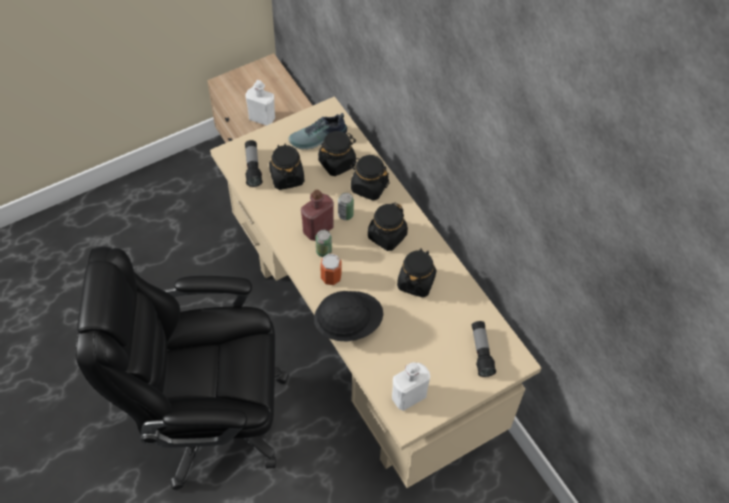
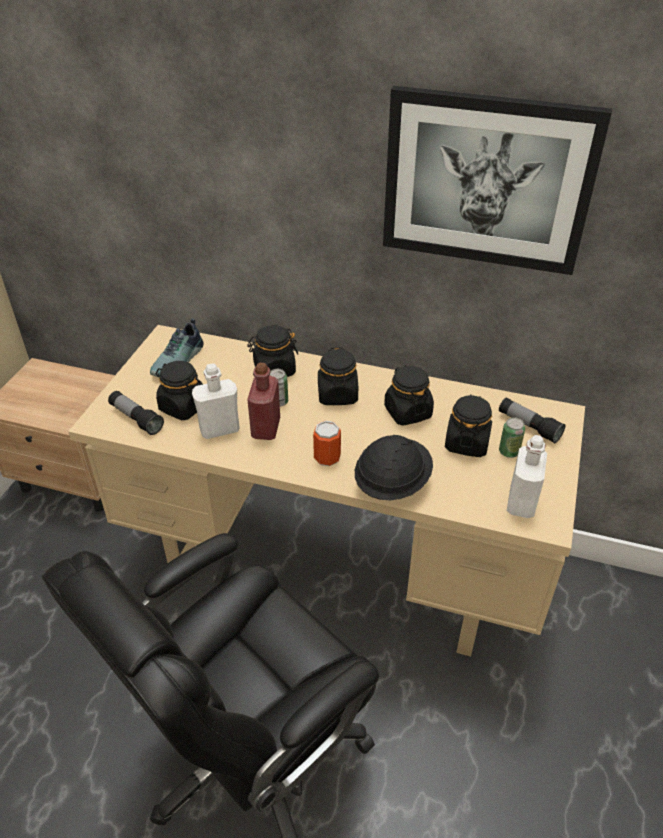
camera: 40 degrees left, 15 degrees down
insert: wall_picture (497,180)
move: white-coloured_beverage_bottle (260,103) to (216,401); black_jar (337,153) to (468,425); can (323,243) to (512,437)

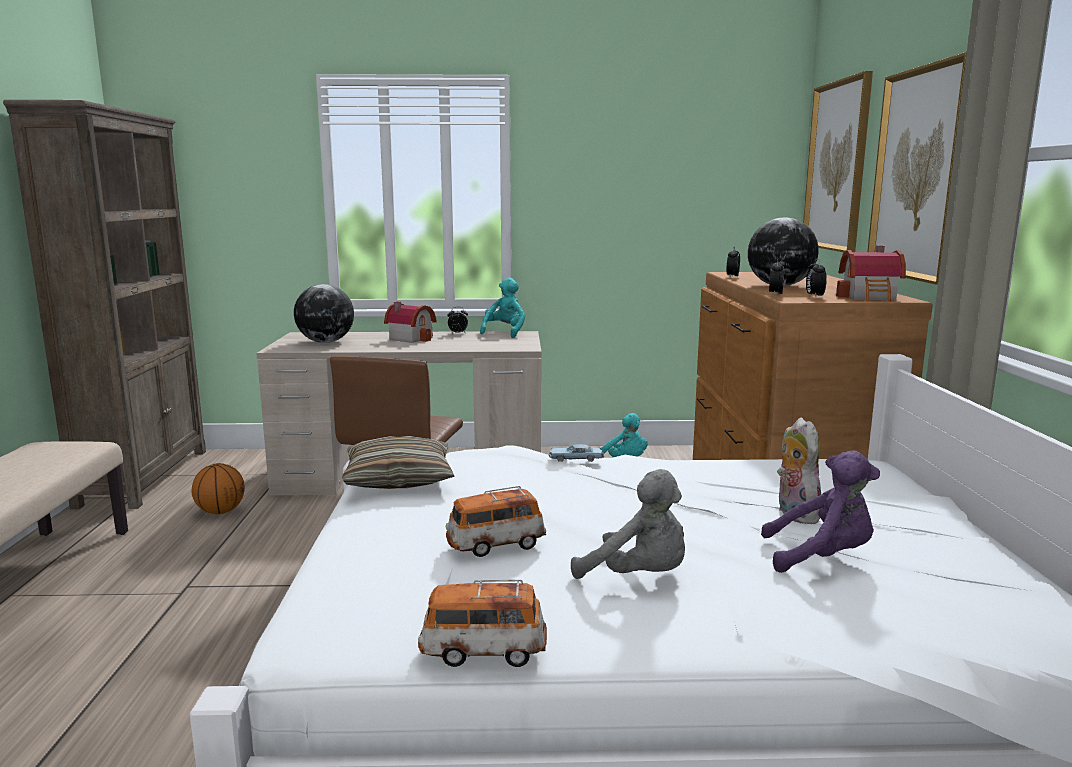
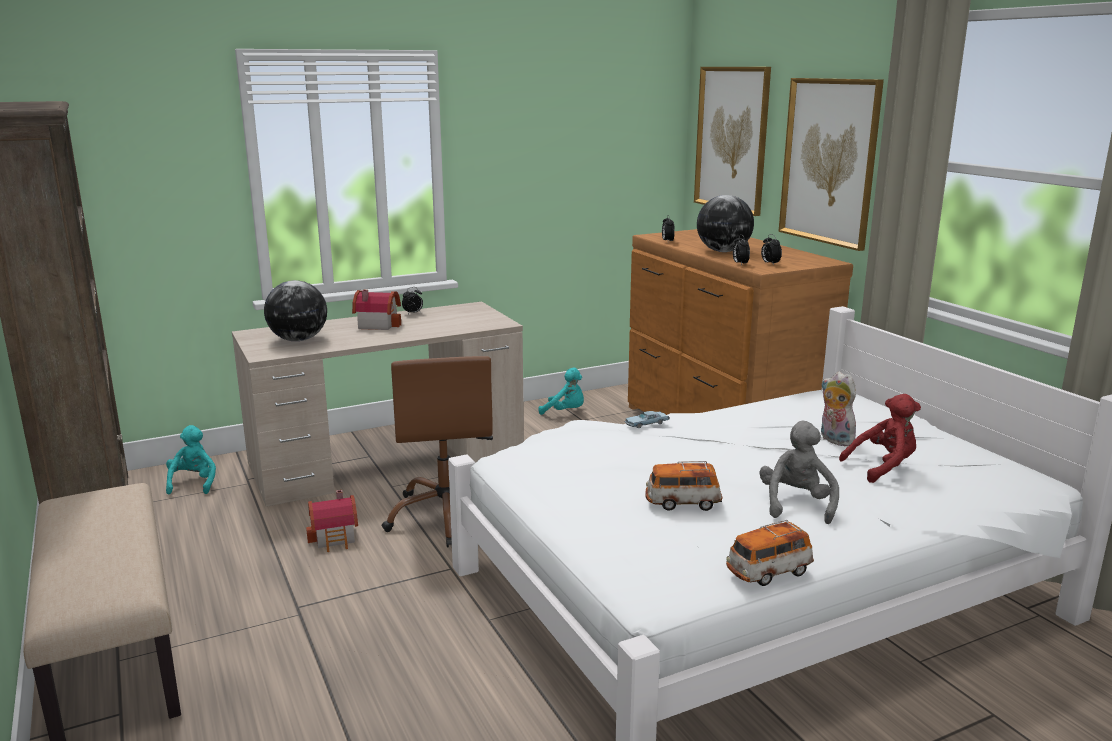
camera: 25 degrees left, 5 degrees up
delete: ball_for_basketball (218,488); pillow (398,462)
move: turquoise-coloured_soft_toy (502,308) to (191,459); miniature_house (871,273) to (332,521)
recolor: purple-coloured_soft_toy (820,512) to red_soft_toy (880,438)
rotate: miniature_car (496,521) = (683,486) 45 degrees clockwise; greyish_soft_toy (628,524) = (799,472) 90 degrees counterclockwise

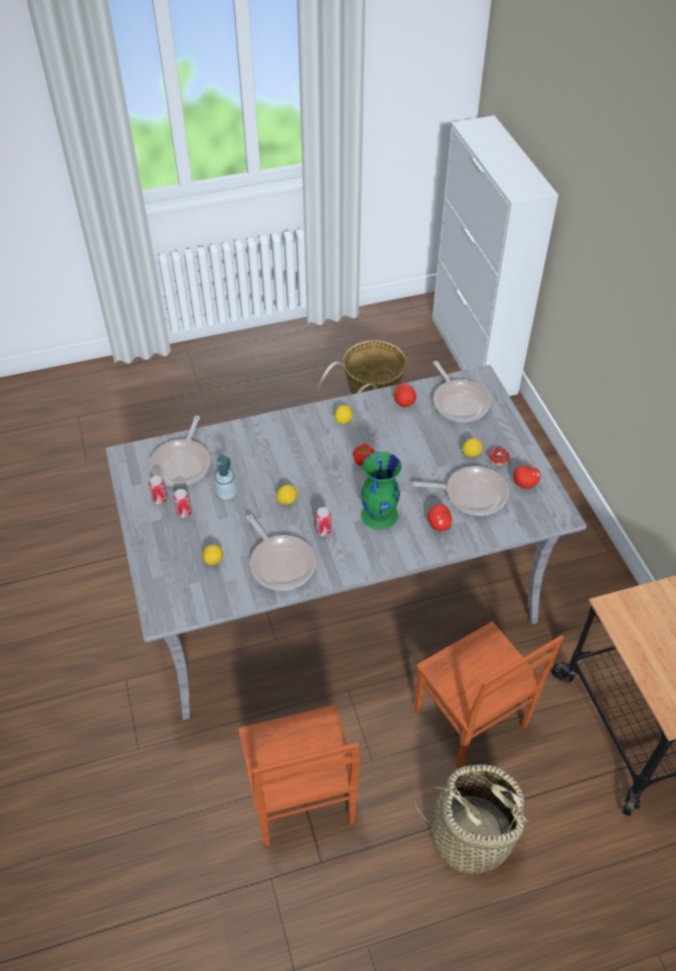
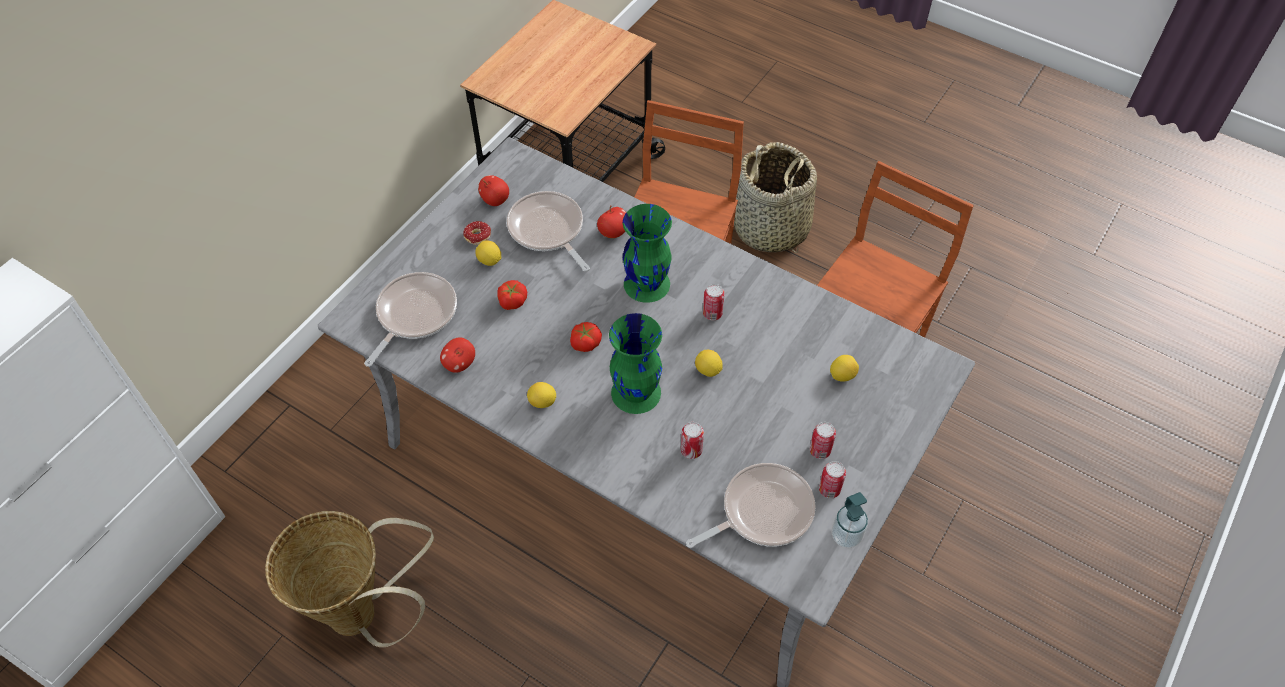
camera: 130 degrees left, 5 degrees up
delete: frying_pan (281,553)
insert: tomato (512,295); greenish_vase (635,363); can (692,440)
move: liquid_soap_bottle (225,477) to (850,520)

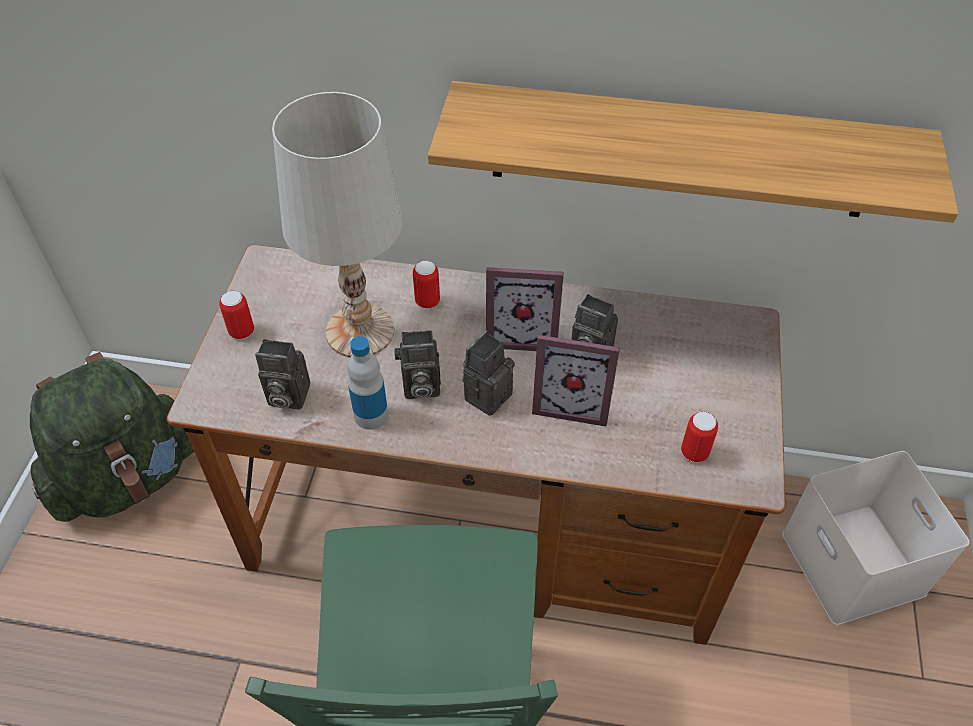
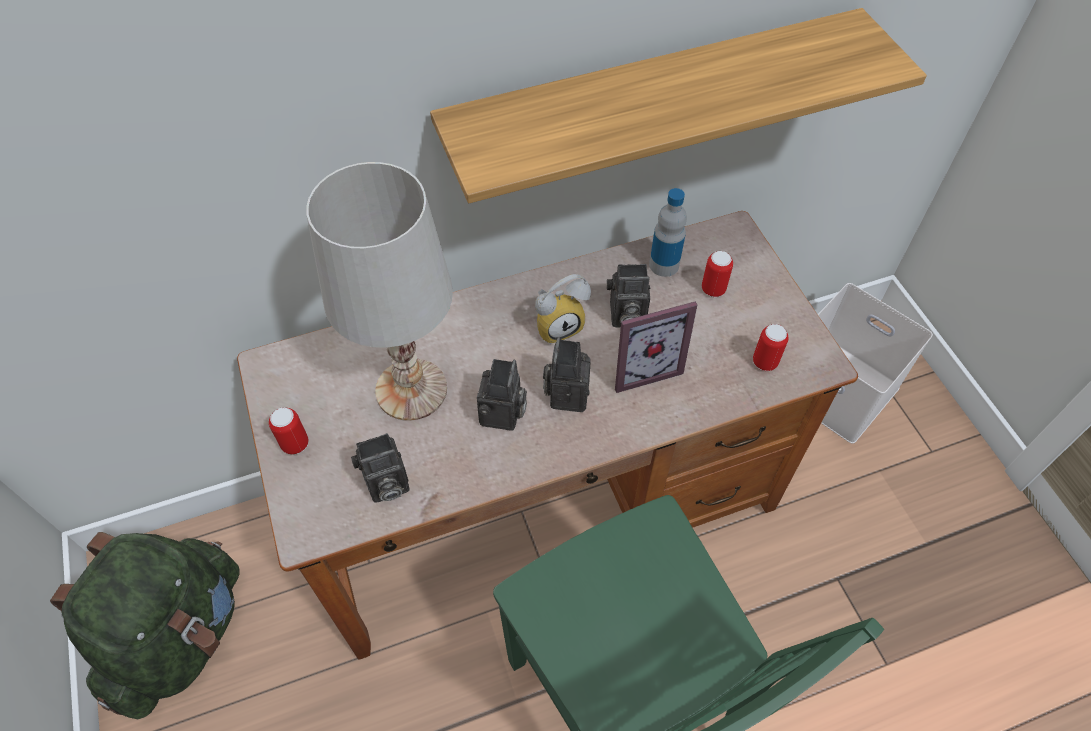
camera: 30 degrees left, 5 degrees up
move: beverage_bottle (367,383) to (668,232); can (426,285) to (717,274)
replace: picture_frame (525,309) to alarm_clock (563,309)
rotate: still_camera (417,364) = (502,395) 45 degrees counterclockwise

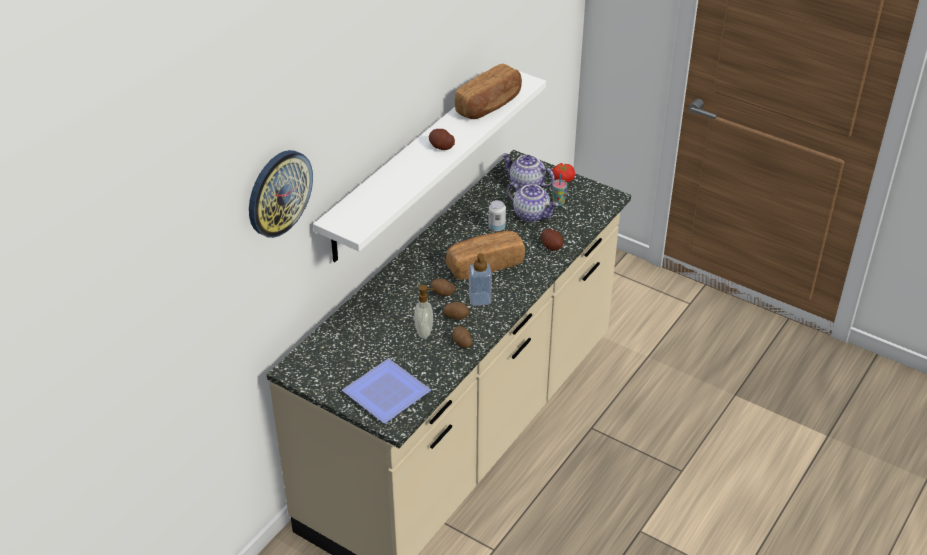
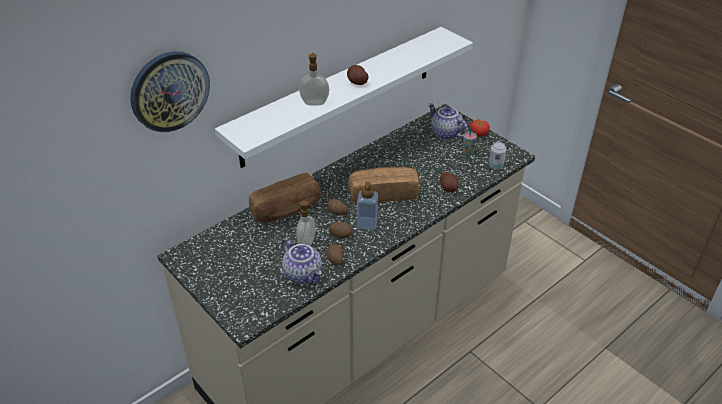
camera: 15 degrees right, 0 degrees up
delete: plate (386,391)
insert: liquid_soap_bottle (314,79)
move: bread (488,91) to (285,198); tea_pot (532,202) to (302,261); can (497,215) to (498,156)

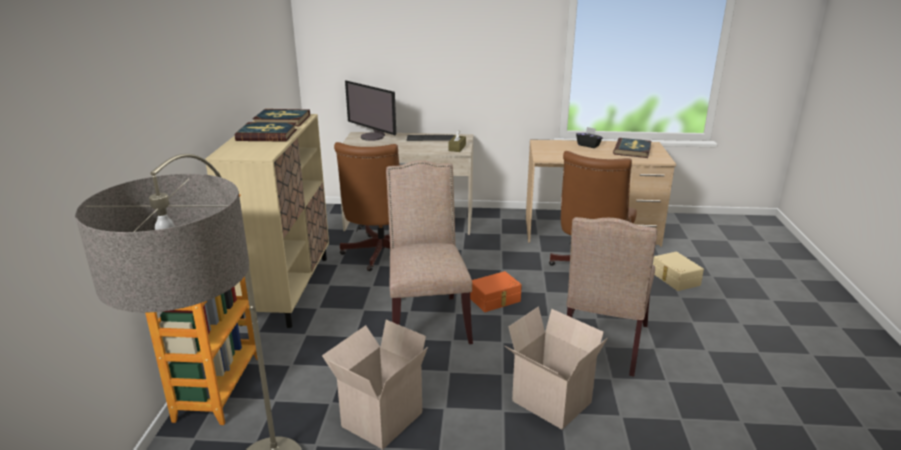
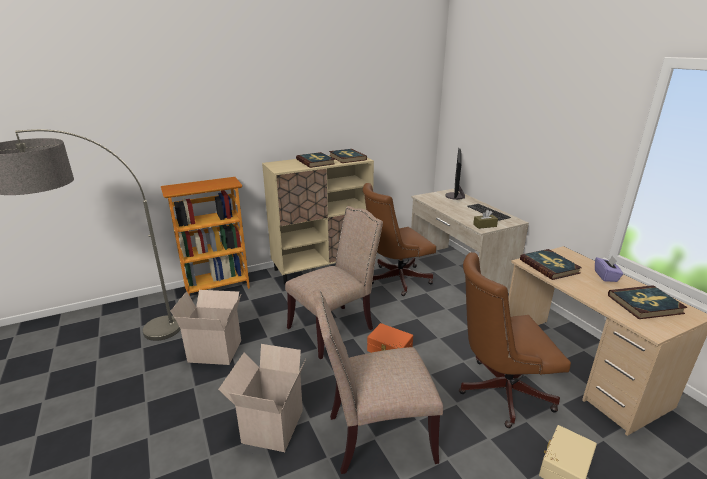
camera: 60 degrees right, 0 degrees up
insert: bound_book (551,264)
recolor: black_tissue_holder (589,137) to purple-coloured_tissue_holder (609,268)

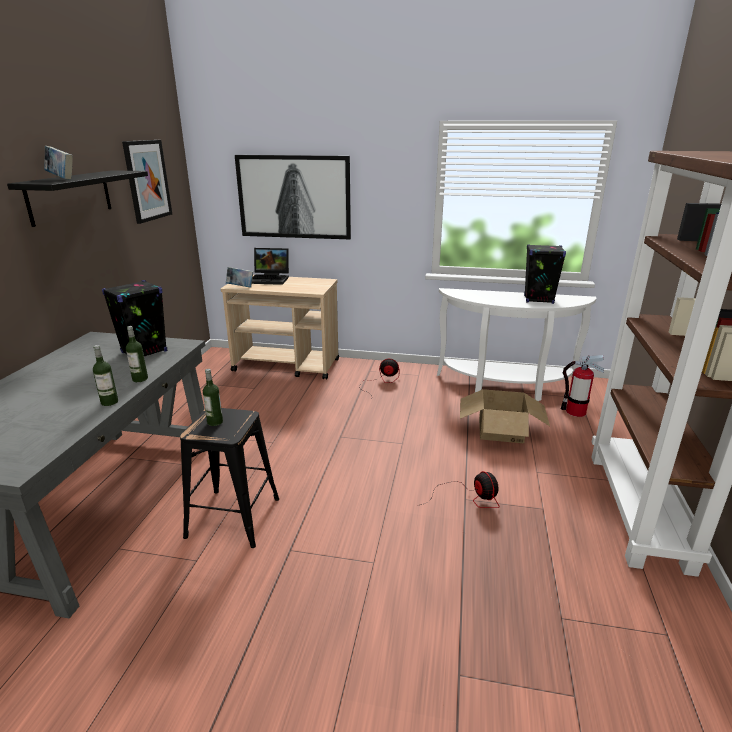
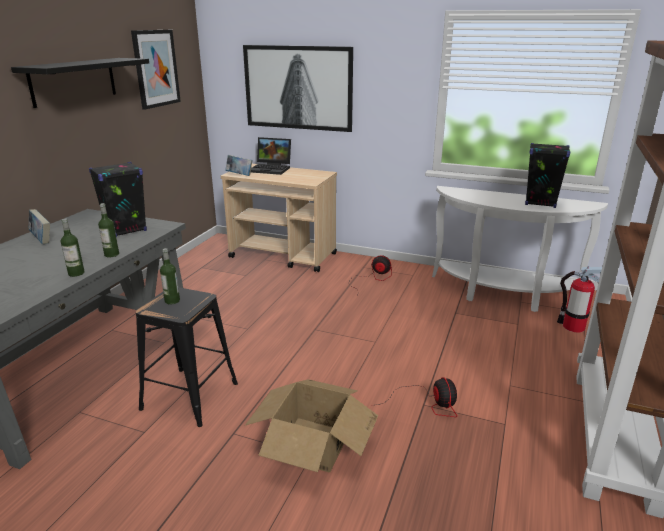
camera: 10 degrees right, 0 degrees up
move: bound_book (58,163) to (39,226); packing_box (505,416) to (311,426)

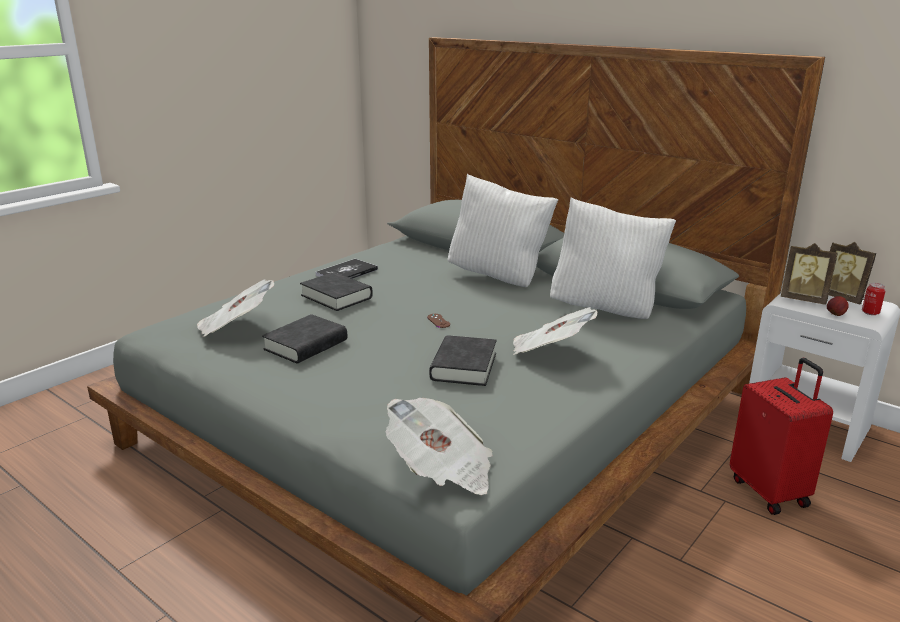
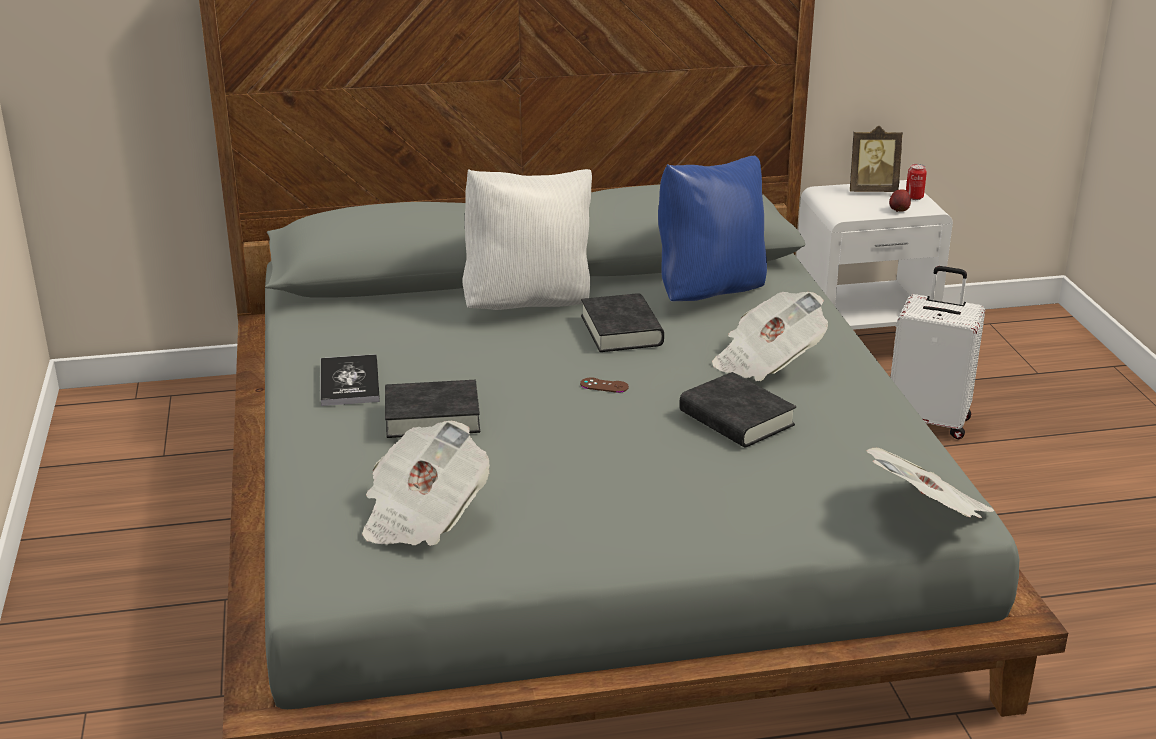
camera: 50 degrees left, 5 degrees up
delete: picture_frame (809,274)
move: black_bound_book (304,338) to (622,322)
recolor: white-coloured_pillow (613,258) to blue_pillow (712,229); red_travel_case (781,436) to white-coloured_travel_case (937,352)

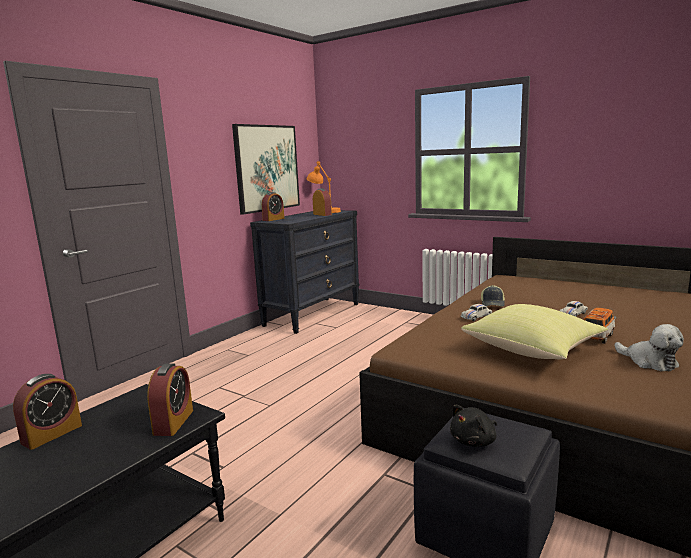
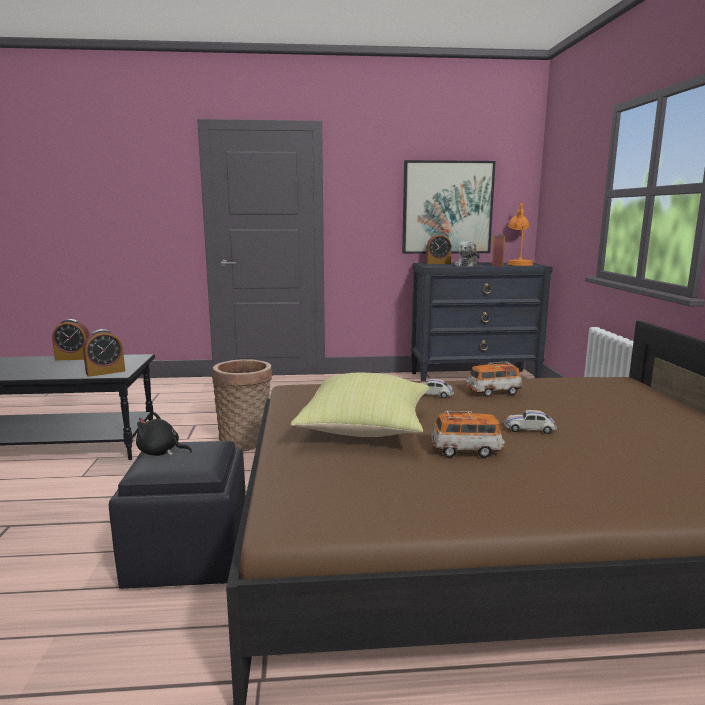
camera: 50 degrees right, 0 degrees up
insert: storage_basket (242,405)
move: soft_toy (649,347) to (467,254)
replace: cap (493,296) to miniature_car (494,379)

